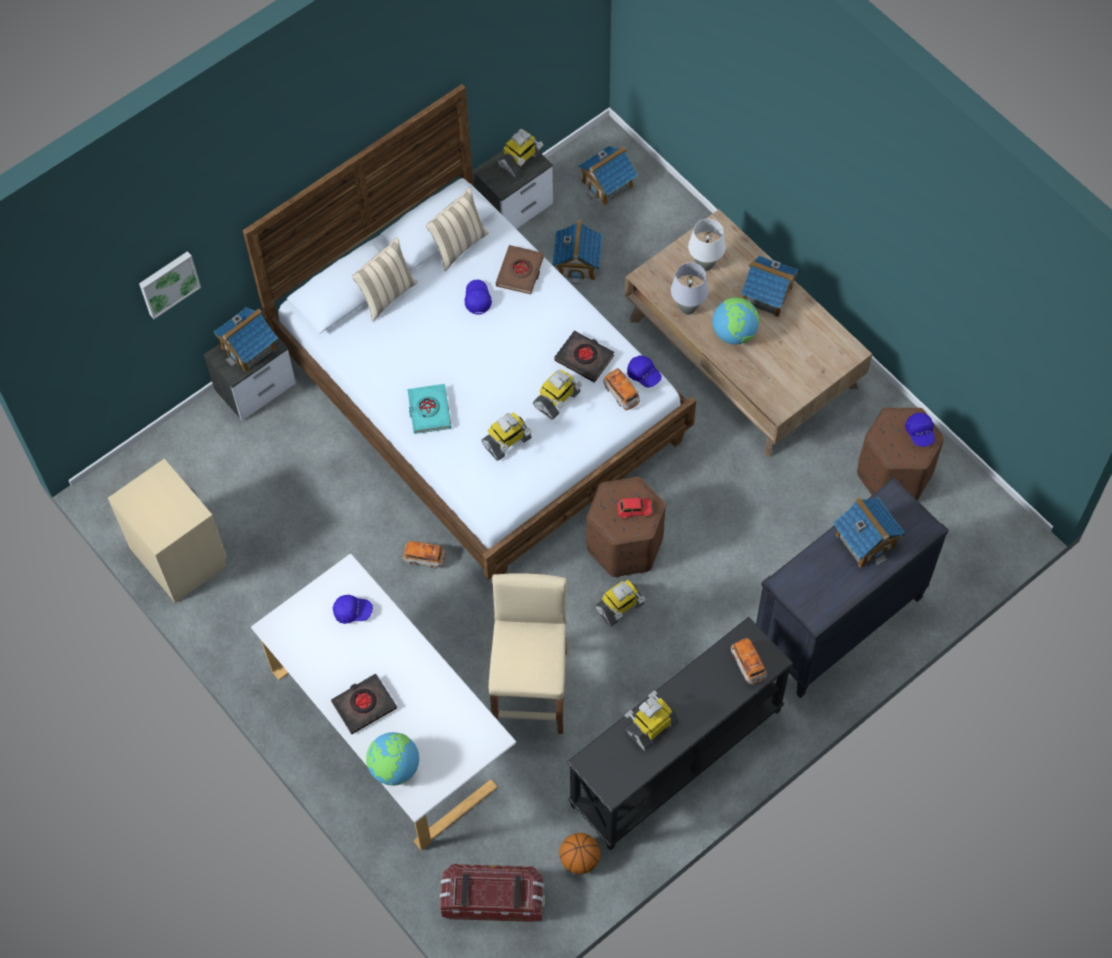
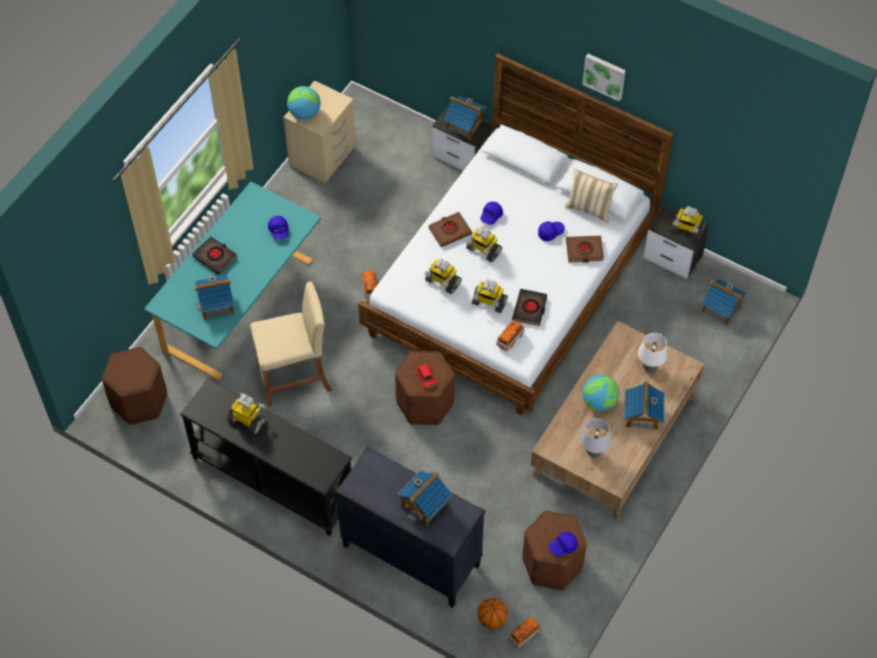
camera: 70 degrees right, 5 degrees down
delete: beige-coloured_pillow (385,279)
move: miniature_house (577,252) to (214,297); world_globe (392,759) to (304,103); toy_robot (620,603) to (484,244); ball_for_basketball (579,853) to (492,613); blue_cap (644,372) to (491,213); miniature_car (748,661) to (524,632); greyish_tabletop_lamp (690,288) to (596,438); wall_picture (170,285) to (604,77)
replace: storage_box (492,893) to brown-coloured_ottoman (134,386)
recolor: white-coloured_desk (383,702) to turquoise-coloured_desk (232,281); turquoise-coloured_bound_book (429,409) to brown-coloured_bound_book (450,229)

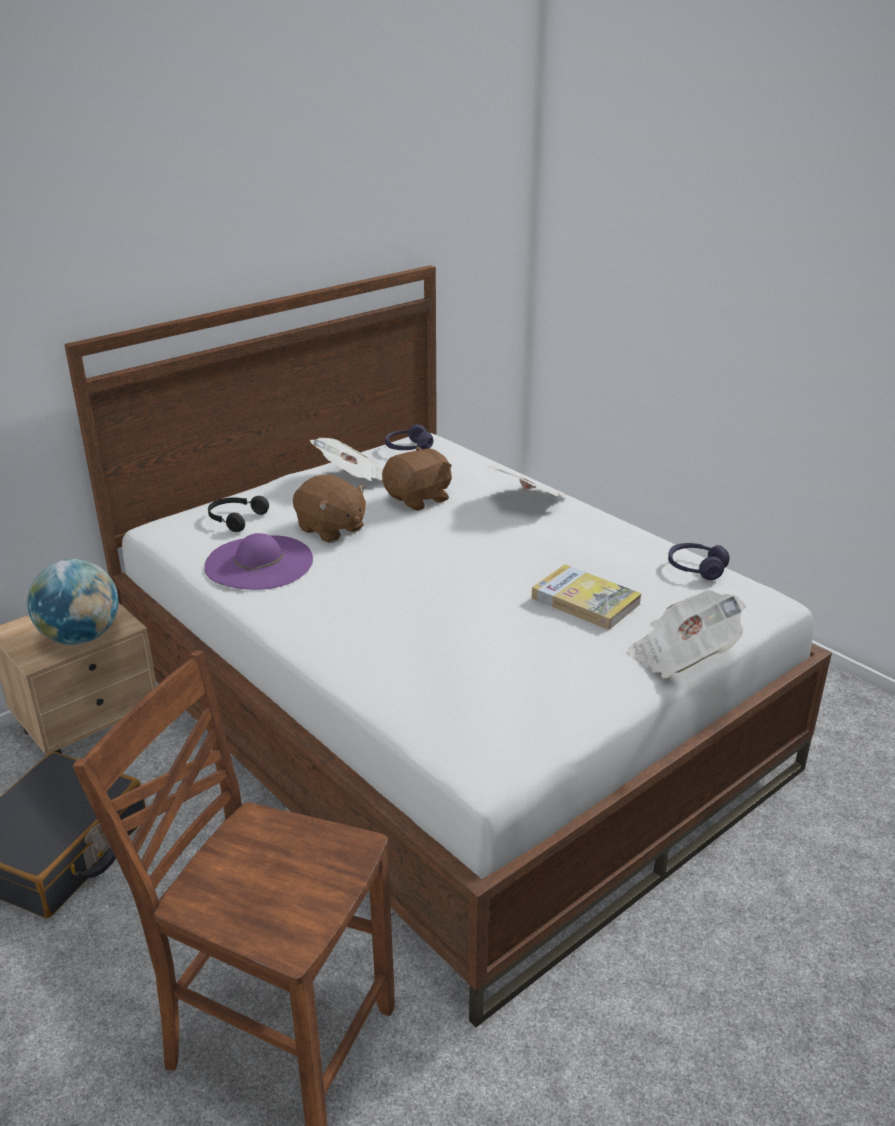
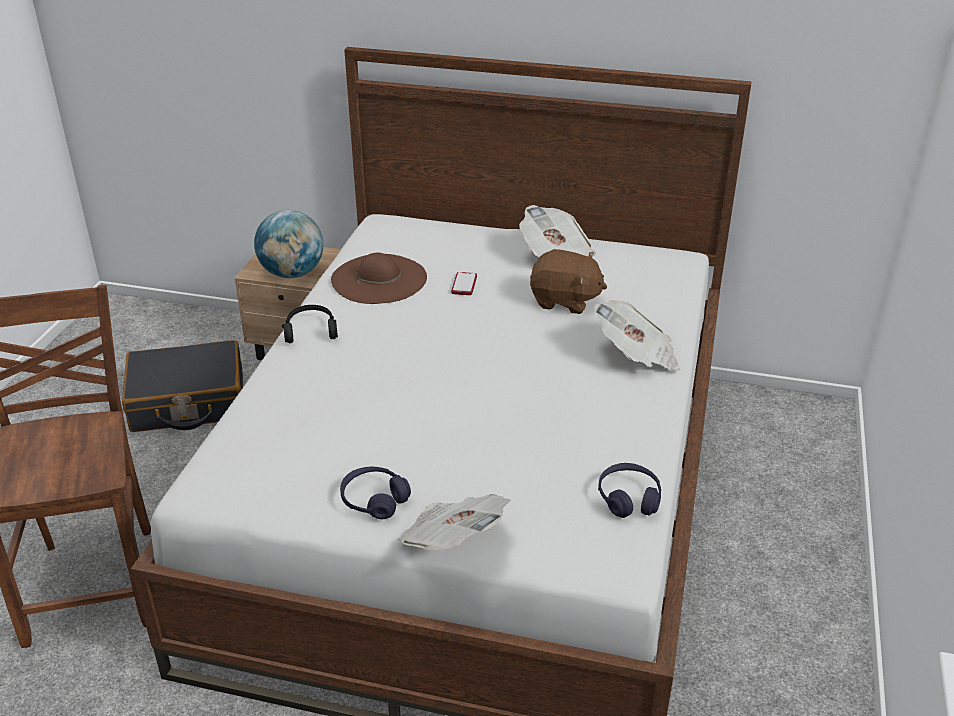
camera: 55 degrees right, 5 degrees up
delete: bound_book (587,597)
move: black_headphones (238,514) to (310,324); purple-coloured_headphones (409,437) to (375,493)
replace: brown-coloured_soft_toy (329,509) to phone (464,283)
recolor: purple-coloured_hat (258,561) to brown-coloured_hat (379,278)

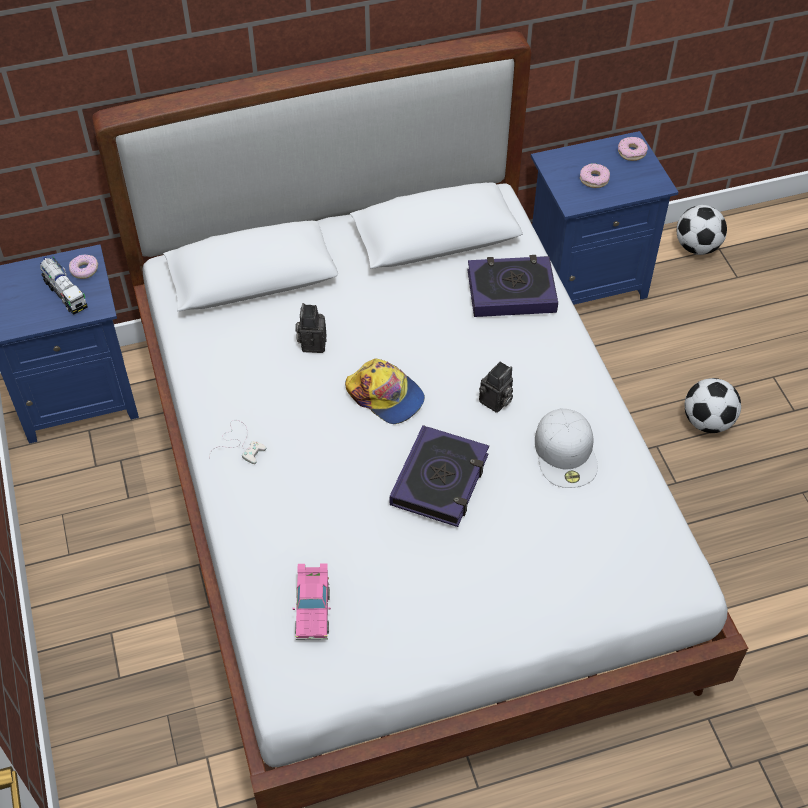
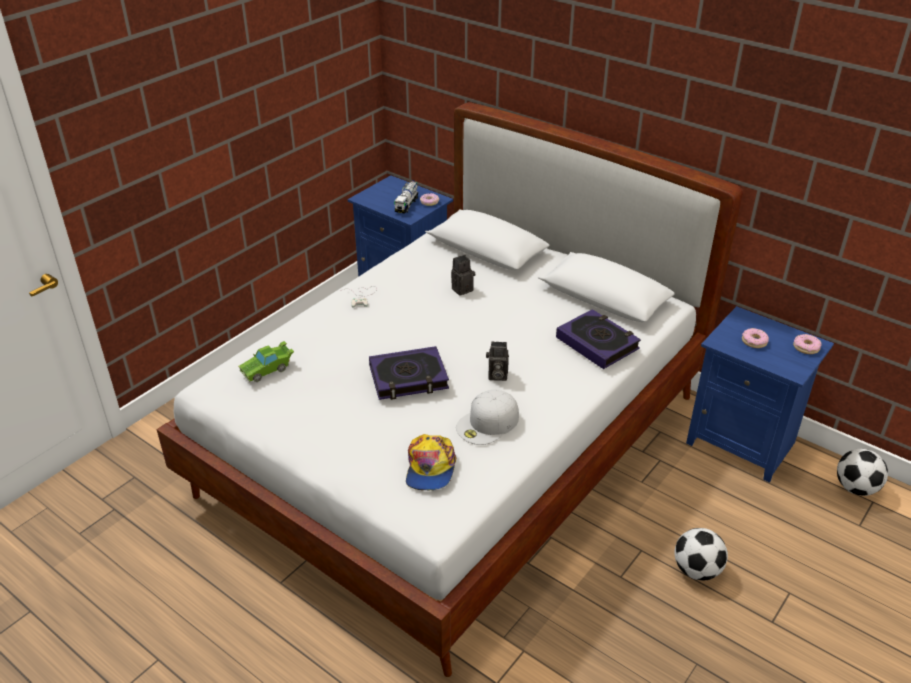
camera: 55 degrees right, 15 degrees down
move: cap (385,391) to (431,462)
recolor: pinkish_miniature_car (312,601) to greenish_miniature_car (266,361)

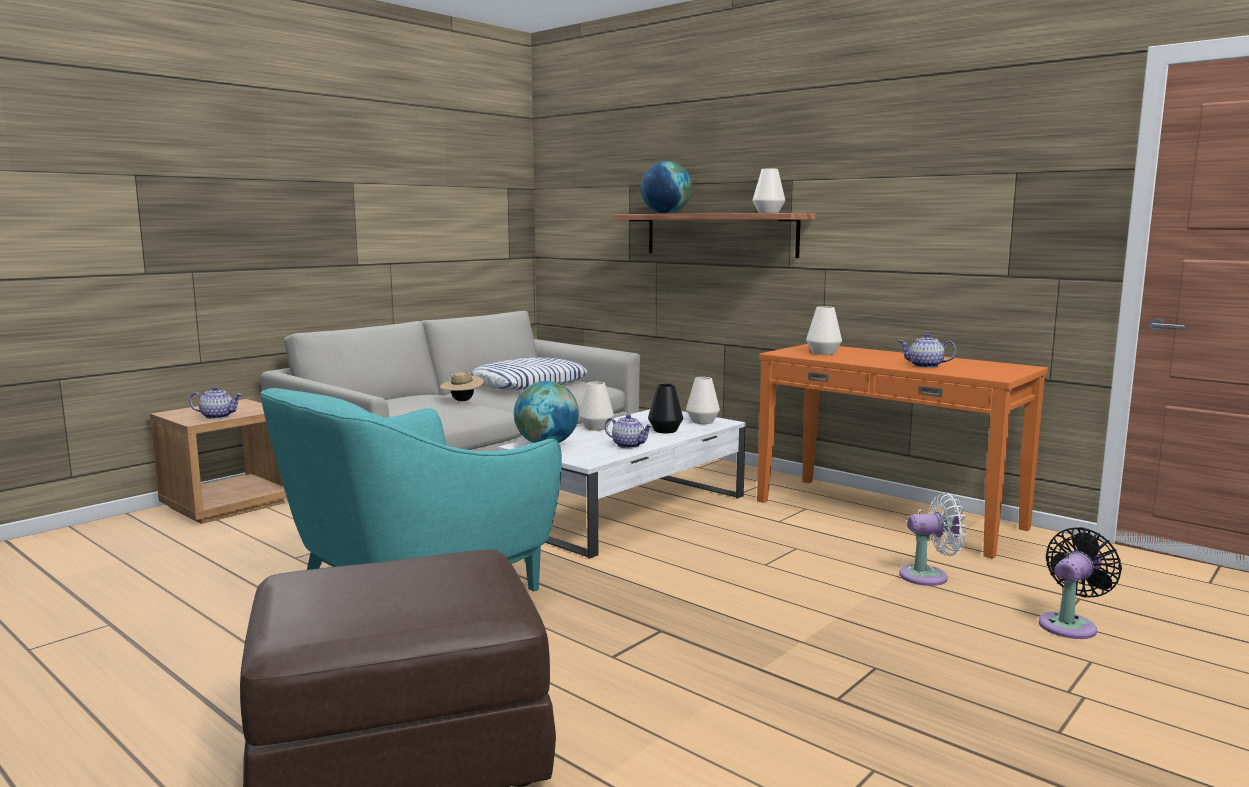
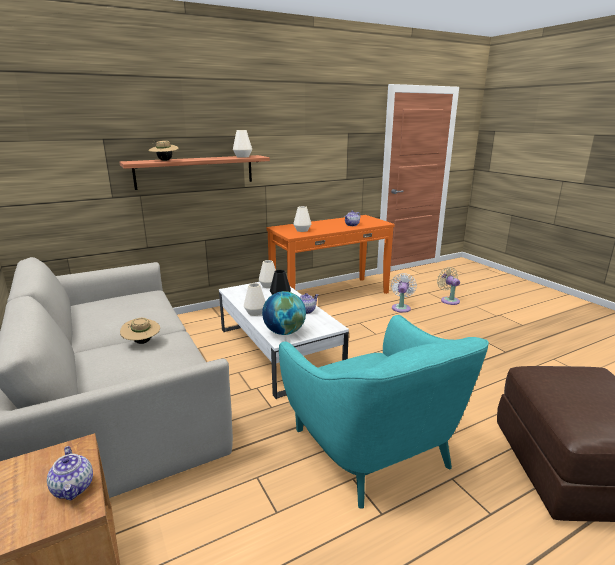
camera: 70 degrees left, 10 degrees up
delete: pillow (528,373)
replace: world_globe (666,187) to beige-coloured_hat (163,151)
recolor: black_cooling_fan (1080,583) to beige-coloured_cooling_fan (448,286)
rotate: tea_pot (215,402) = (70,473) 135 degrees clockwise

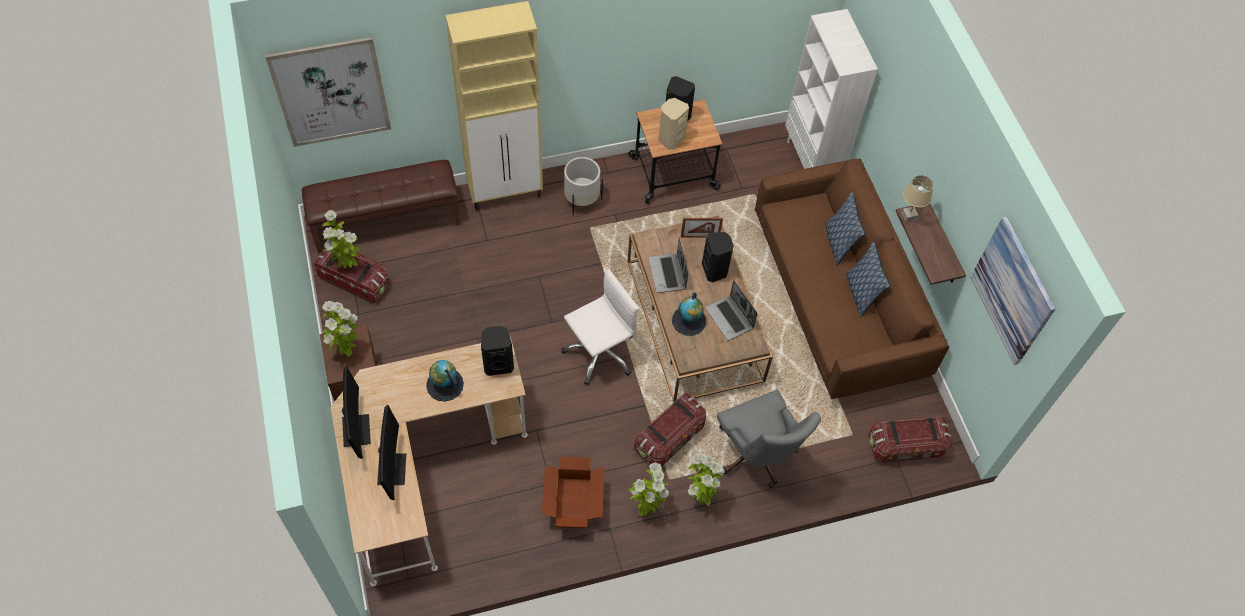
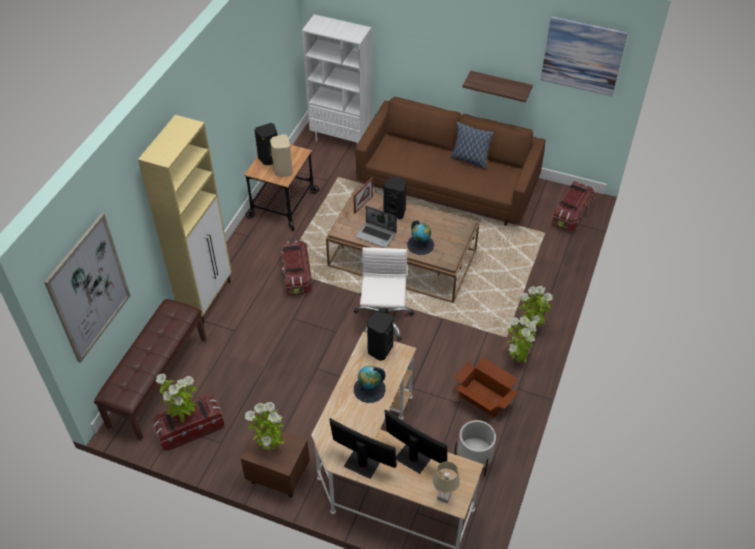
camera: 50 degrees left, 10 degrees down
delete: portable_computer (731,310); greyish_desk_chair (769,438); pillow (845,228)
move: storage_box (670,430) to (296,268); beige-coloured_tabletop_lamp (917,198) to (446,482); white-coloured_flower_pot (583,186) to (475,448)

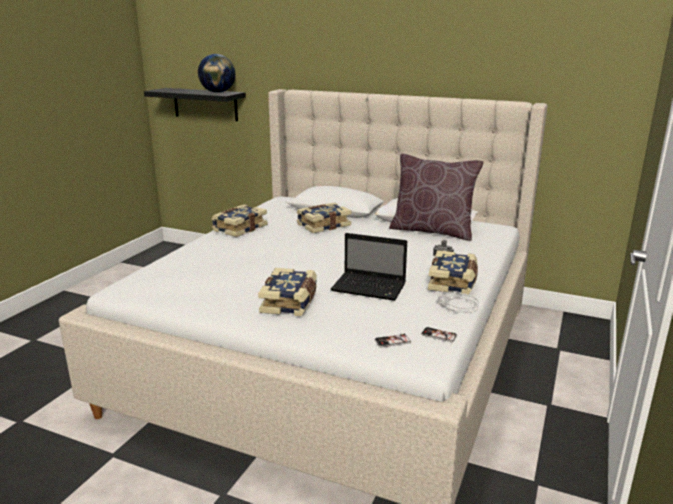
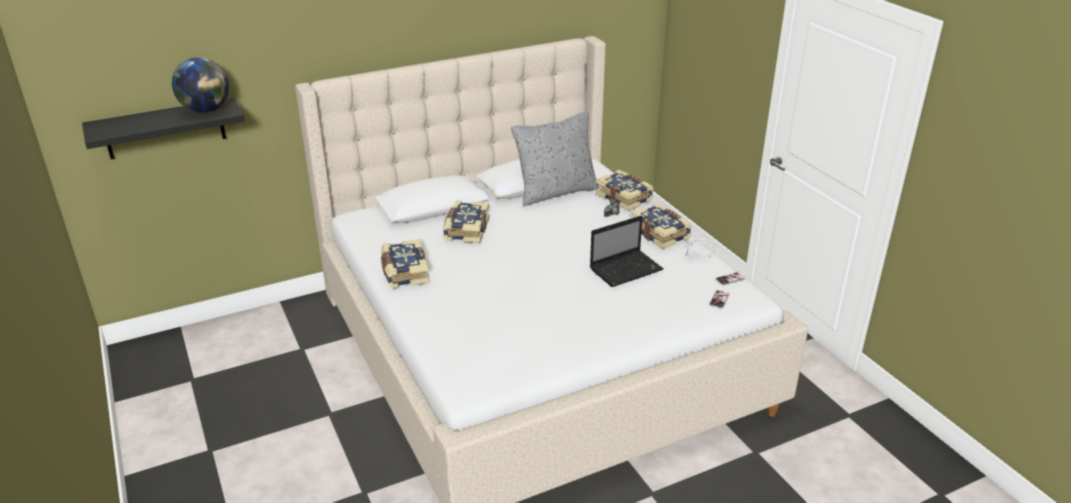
camera: 50 degrees left, 10 degrees up
move: bound_book (287,292) to (624,190)
recolor: brown-coloured_pillow (436,197) to greyish_pillow (555,158)

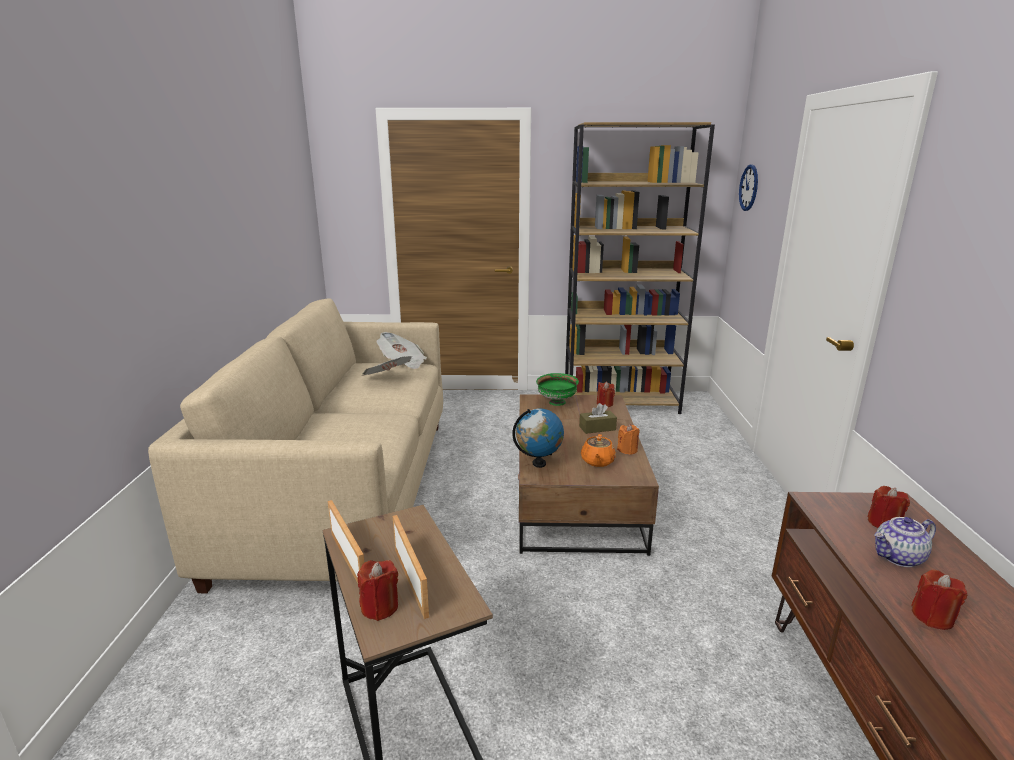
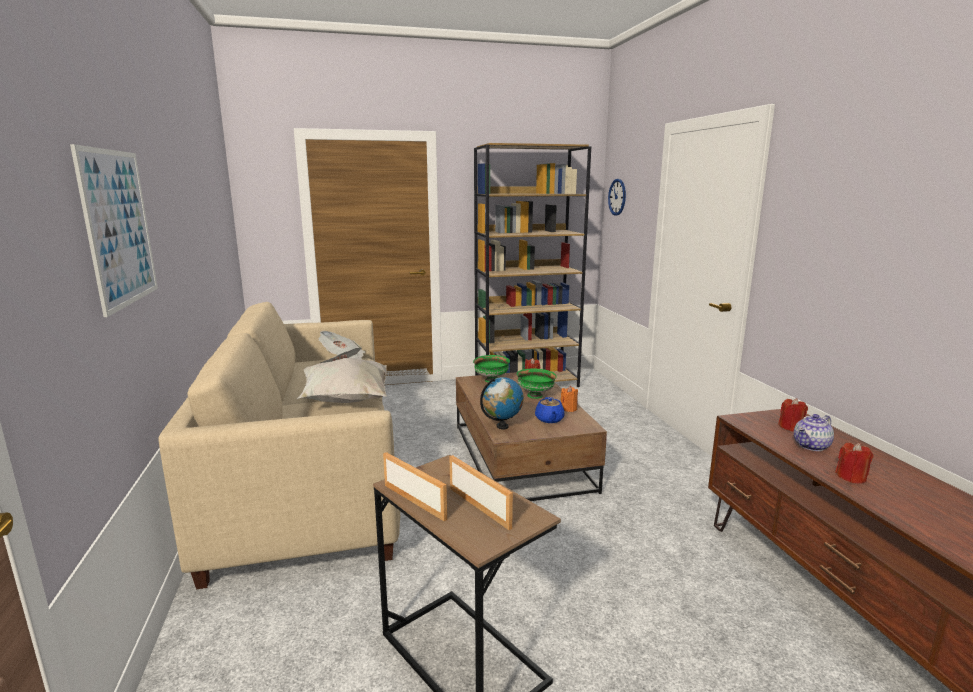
camera: 15 degrees left, 5 degrees down
delete: red_candle (377,590)
insert: wall_picture (114,230); white-coloured_pillow (342,380)
replace: brown-coloured_tissue_holder (598,418) to greenish_bowl (537,384)
recolor: orange-coloured_tea_pot (598,450) to blue_tea_pot (550,410)

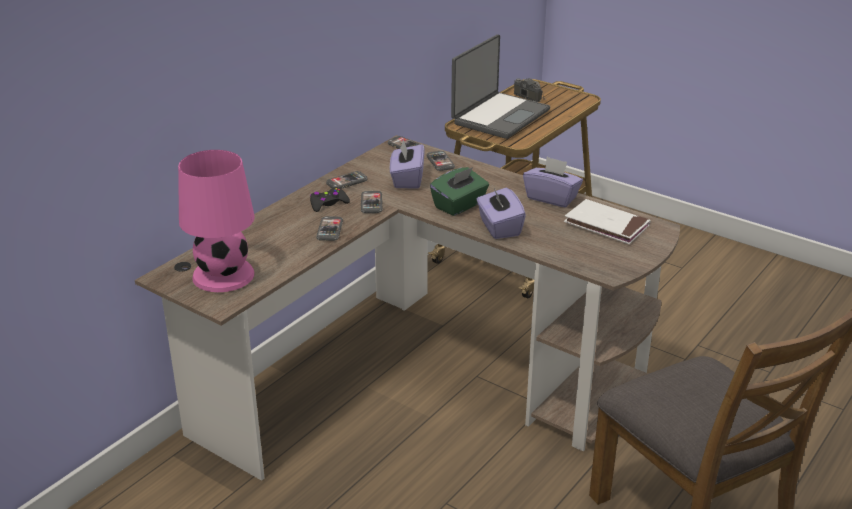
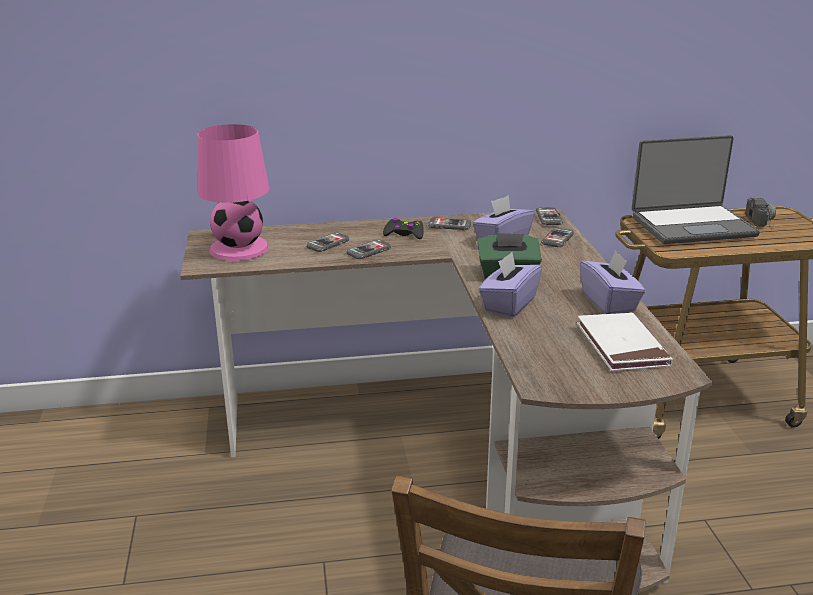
camera: 45 degrees right, 5 degrees down
move: phone (372,202) to (327,242)

